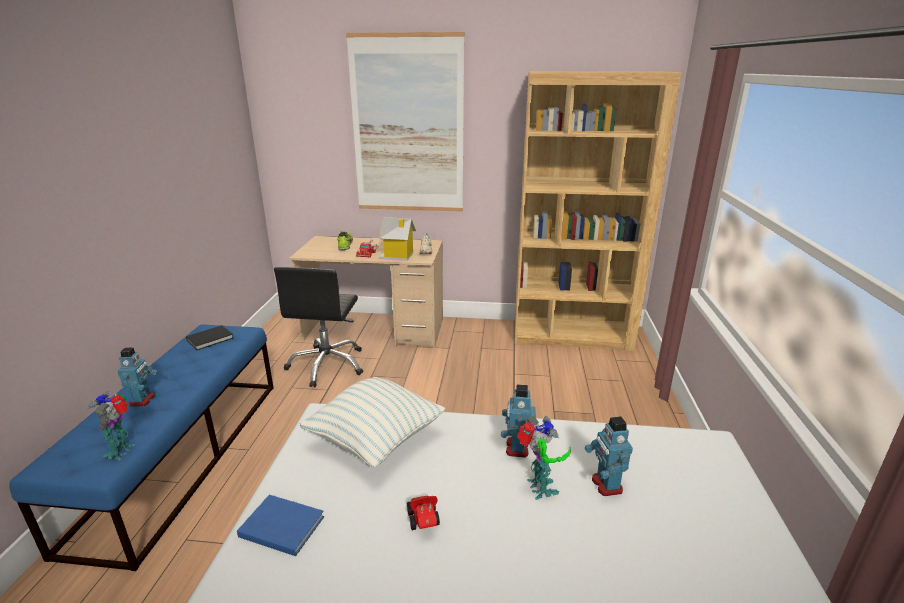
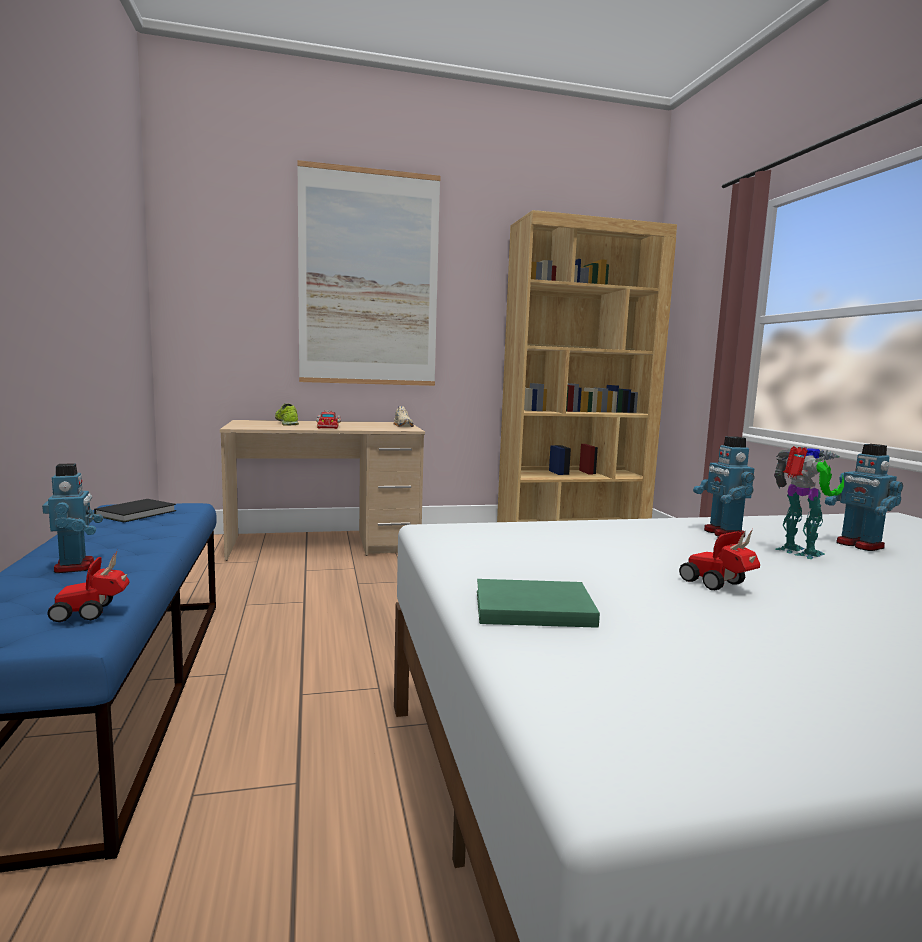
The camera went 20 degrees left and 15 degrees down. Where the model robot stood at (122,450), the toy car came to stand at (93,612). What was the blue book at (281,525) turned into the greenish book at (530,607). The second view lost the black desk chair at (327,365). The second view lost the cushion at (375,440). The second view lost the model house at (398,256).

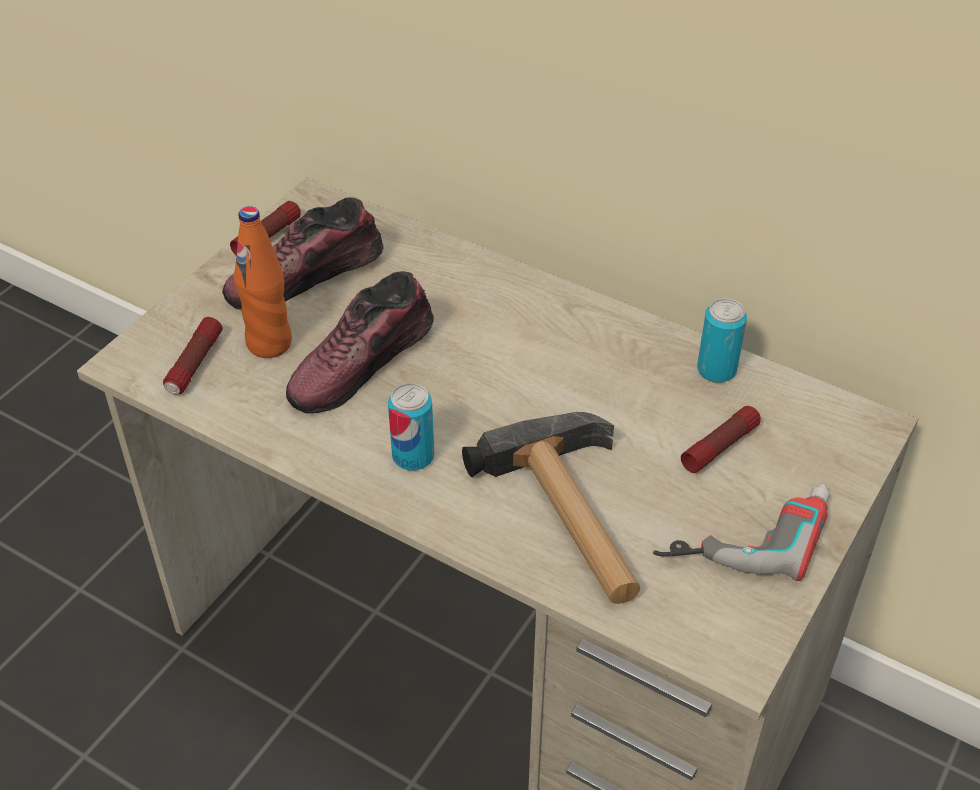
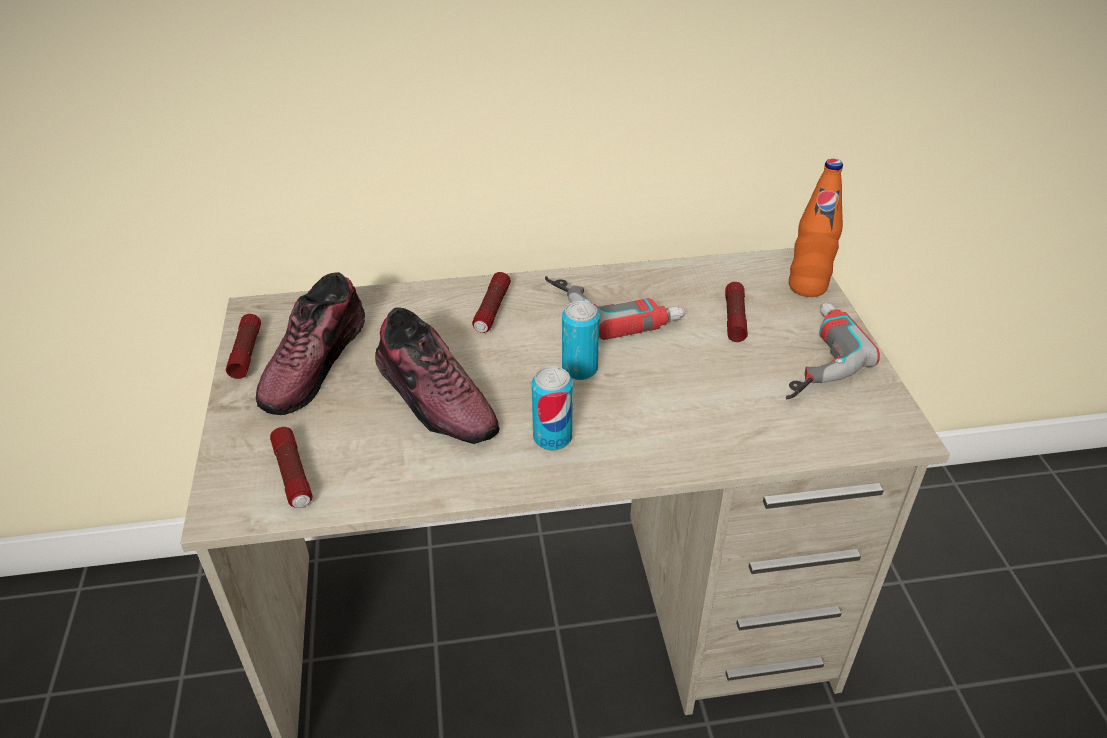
The camera went 40 degrees left and 5 degrees down. The low shoe at (362,363) ended up facing another way, 45 degrees counterclockwise from before. The second view gained the hand torch at (492,310). The second view gained the drill at (614,305). The sealed can ended up elsewhere, having gone from (716,370) to (579,369). The orangey bottle ended up elsewhere, having gone from (269,343) to (807,287). The second view lost the tool hammer at (575,518).

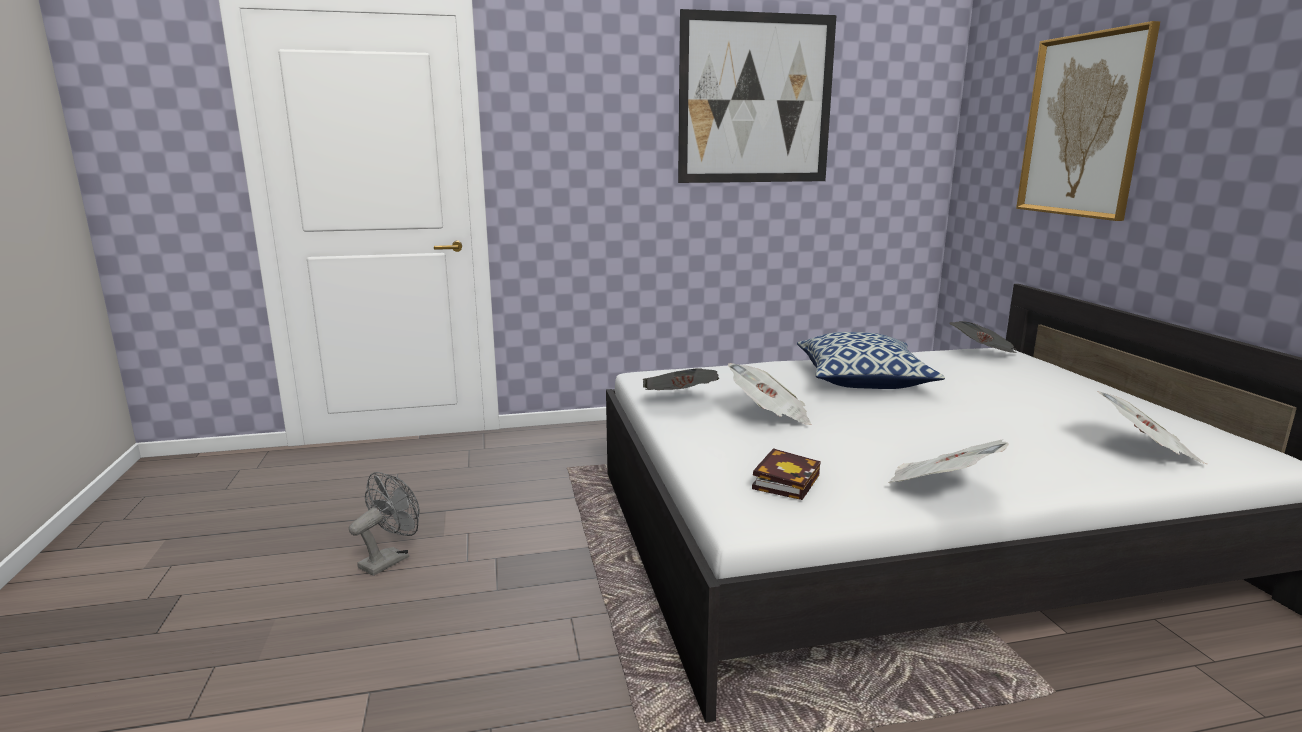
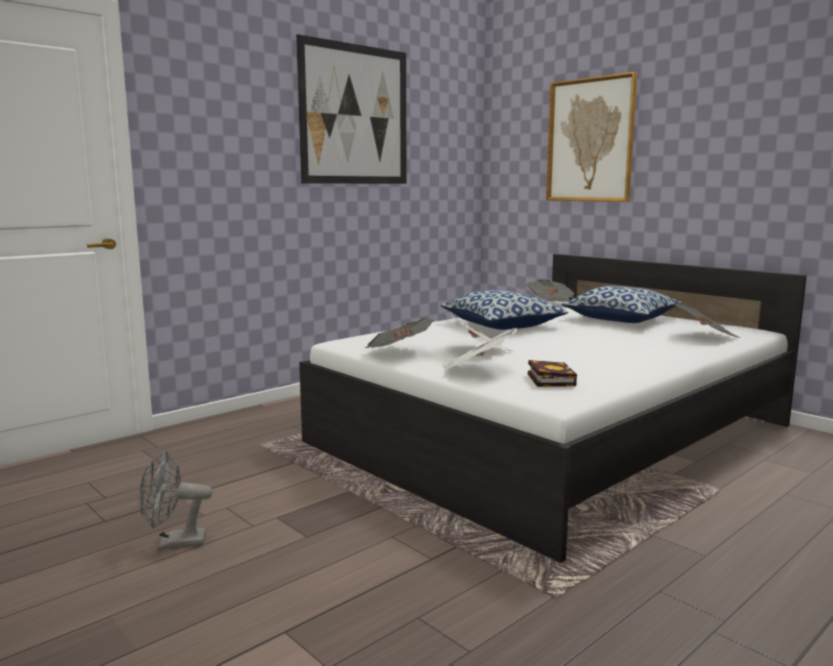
The camera went 30 degrees left and 5 degrees down. The greyish fan at (390,559) ended up facing another way, 105 degrees counterclockwise from before. The daily paper ended up elsewhere, having gone from (940,488) to (476,370). The second view gained the cushion at (621,319).

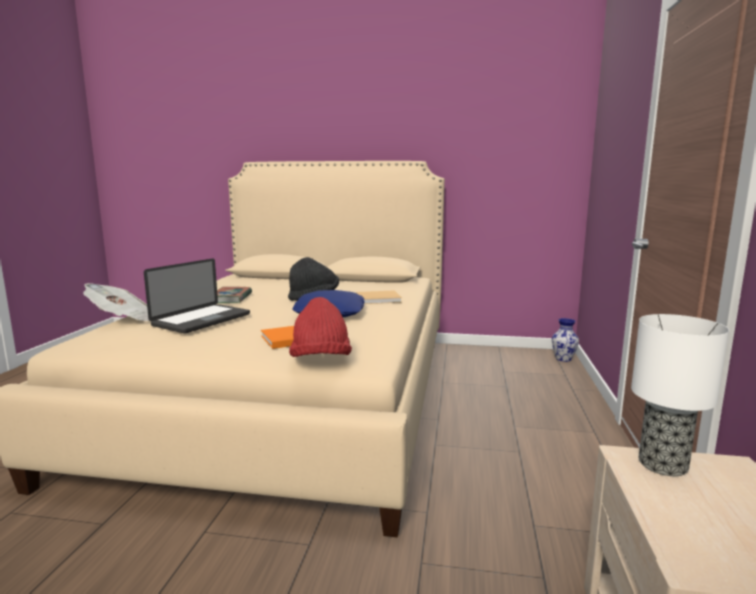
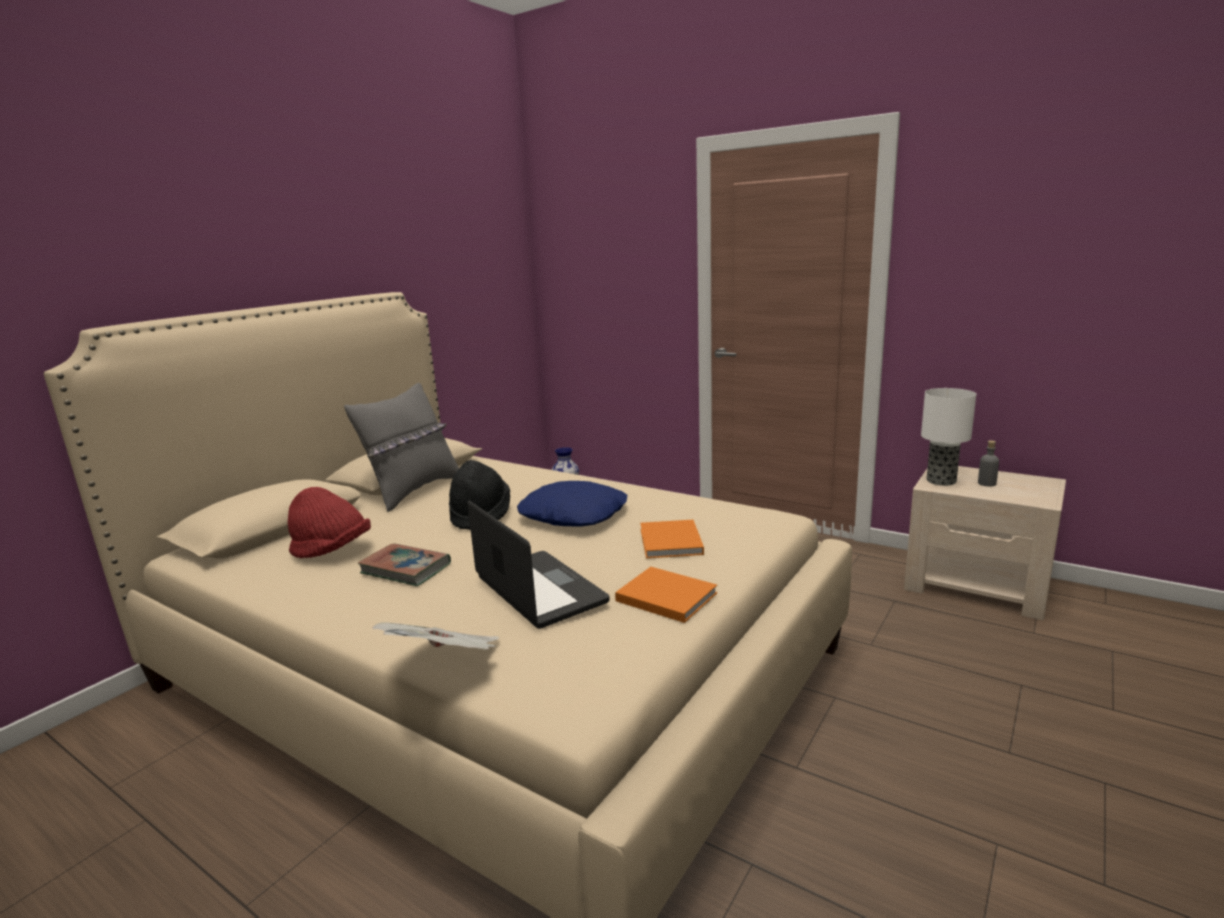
The camera went 65 degrees left and 5 degrees up. The red hat ended up elsewhere, having gone from (321,361) to (332,551). The second view gained the greyish cushion at (413,491). The second view gained the orangey book at (664,596). The second view gained the greyish bottle at (986,483). The second view lost the sand-coloured book at (380,299).

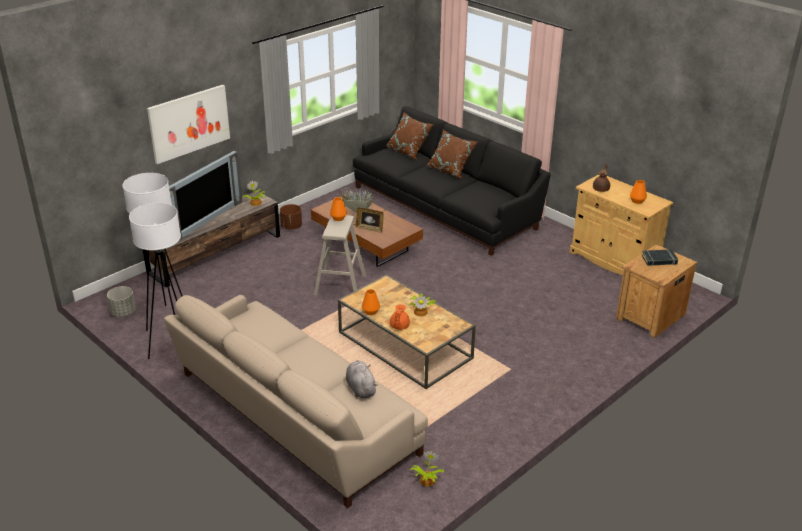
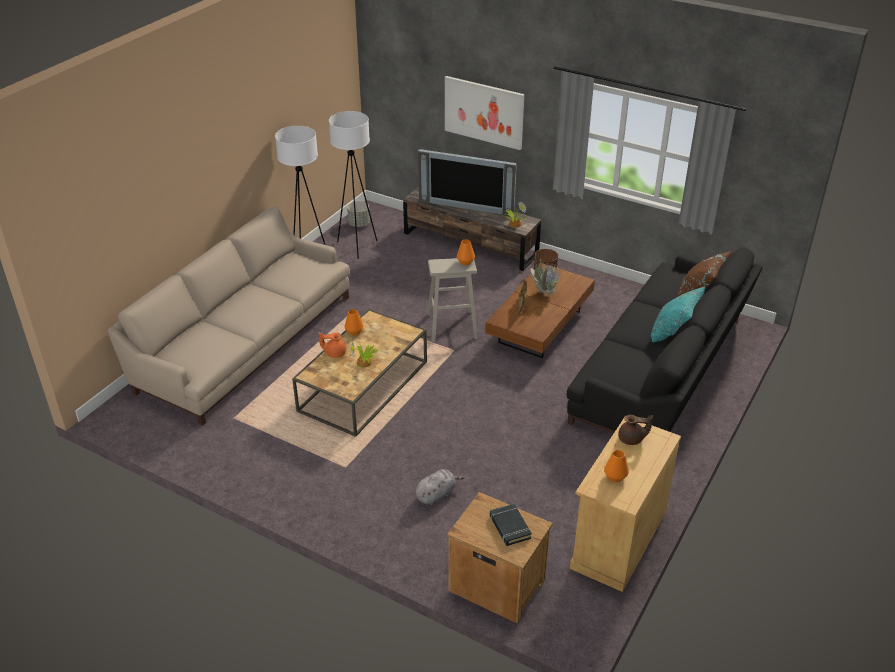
The camera went 75 degrees right and 5 degrees up. The greyish soft toy ended up elsewhere, having gone from (360,388) to (436,494). What was the brown cushion at (450,170) turned into the turquoise-coloured cushion at (674,332). The second view lost the plant in a pot at (426,480).

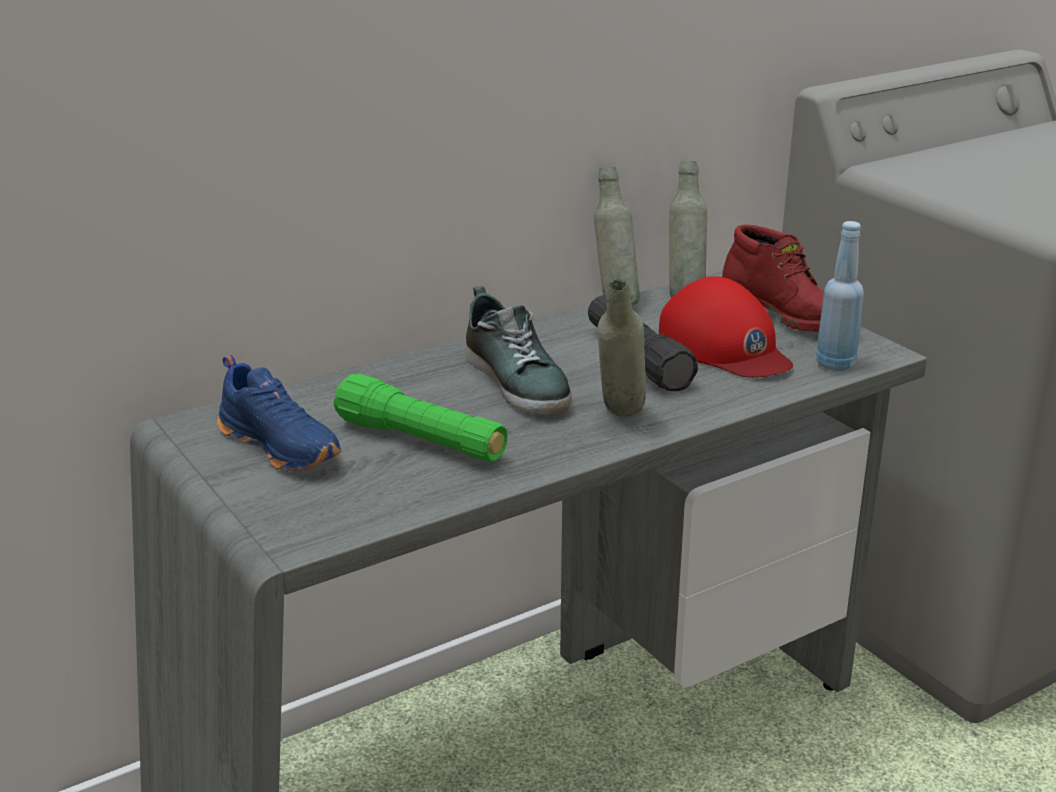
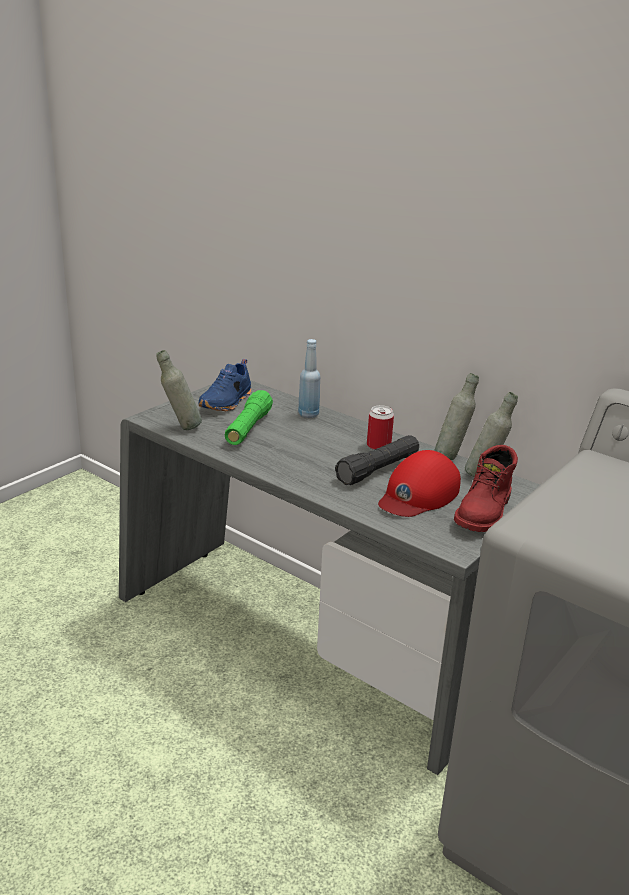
The camera went 70 degrees right and 0 degrees up. The greyish bottle ended up elsewhere, having gone from (620,419) to (180,428). The blue bottle ended up elsewhere, having gone from (835,364) to (308,414). The second view gained the sealed can at (378,446). The second view lost the low shoe at (518,381).

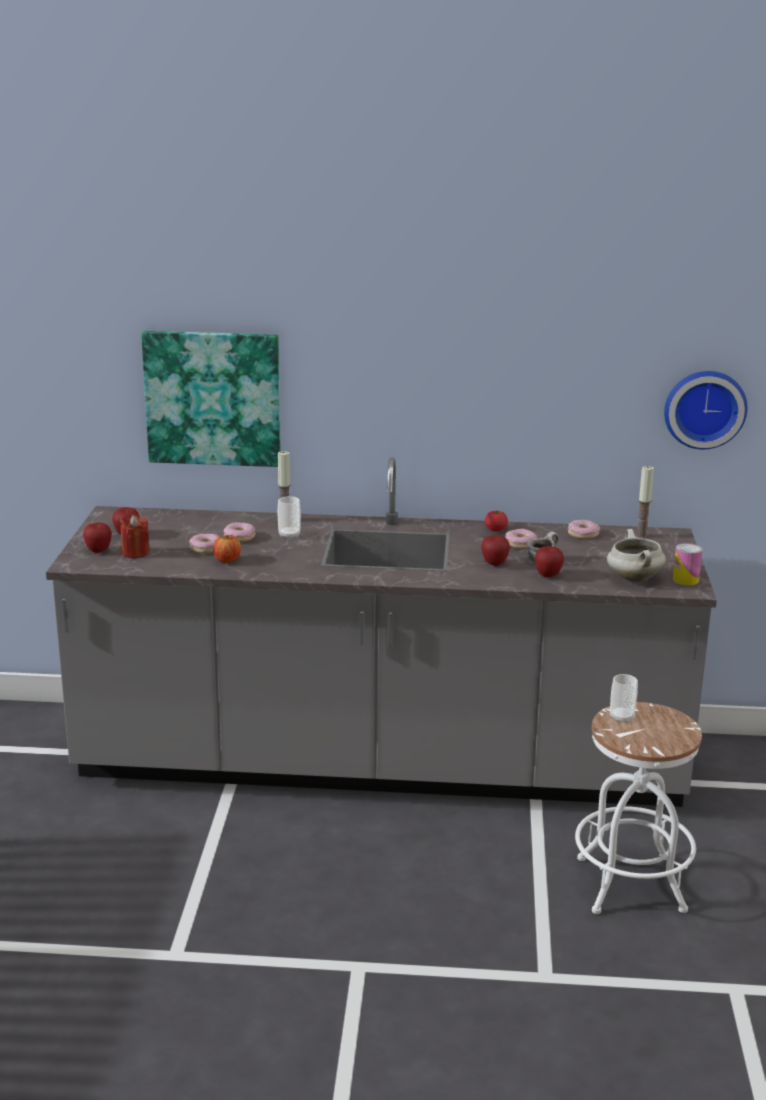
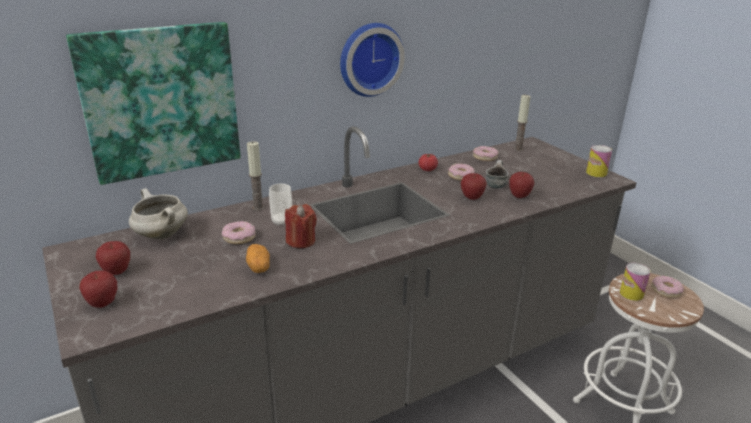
The camera went 35 degrees left and 5 degrees up. The whitish stockpot ended up elsewhere, having gone from (633,578) to (160,235). Where the apple fruit stood at (227,560), the potato came to stand at (258,267). The red candle ended up elsewhere, having gone from (135,553) to (301,241). The hanging clock ended up elsewhere, having gone from (704,408) to (369,59). Where the cup stood at (621,718), the sealed can came to stand at (631,293). The ring doughnut ended up elsewhere, having gone from (205,548) to (665,290).

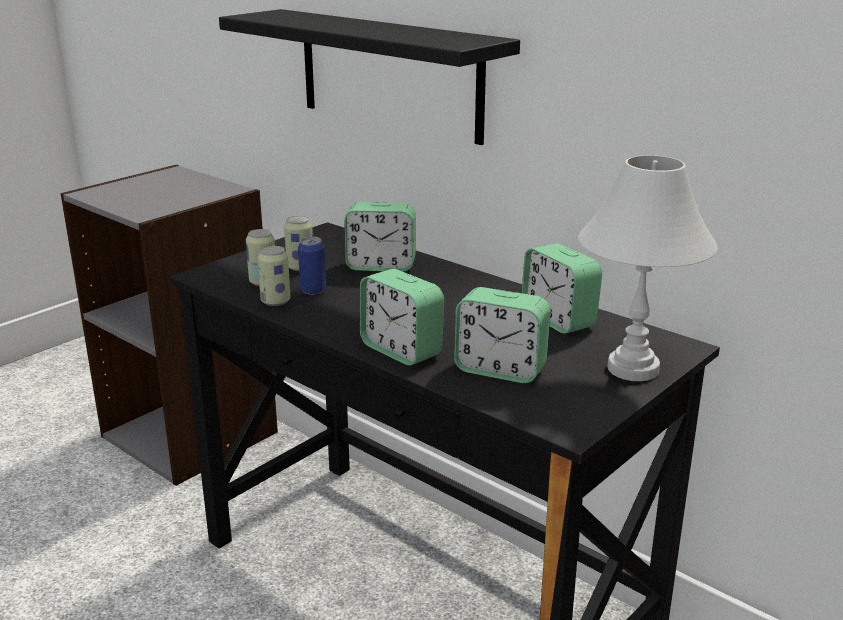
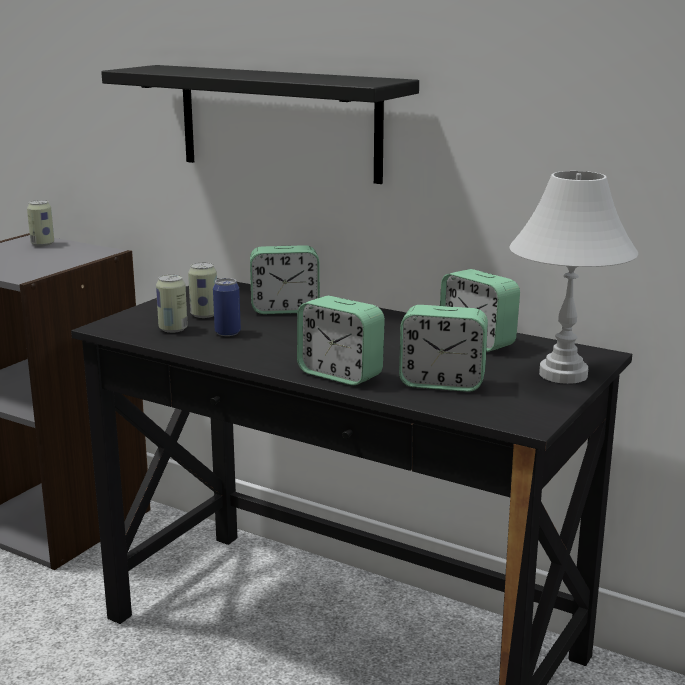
The camera went 10 degrees left and 5 degrees down. The sealed can ended up elsewhere, having gone from (275,301) to (42,244).

